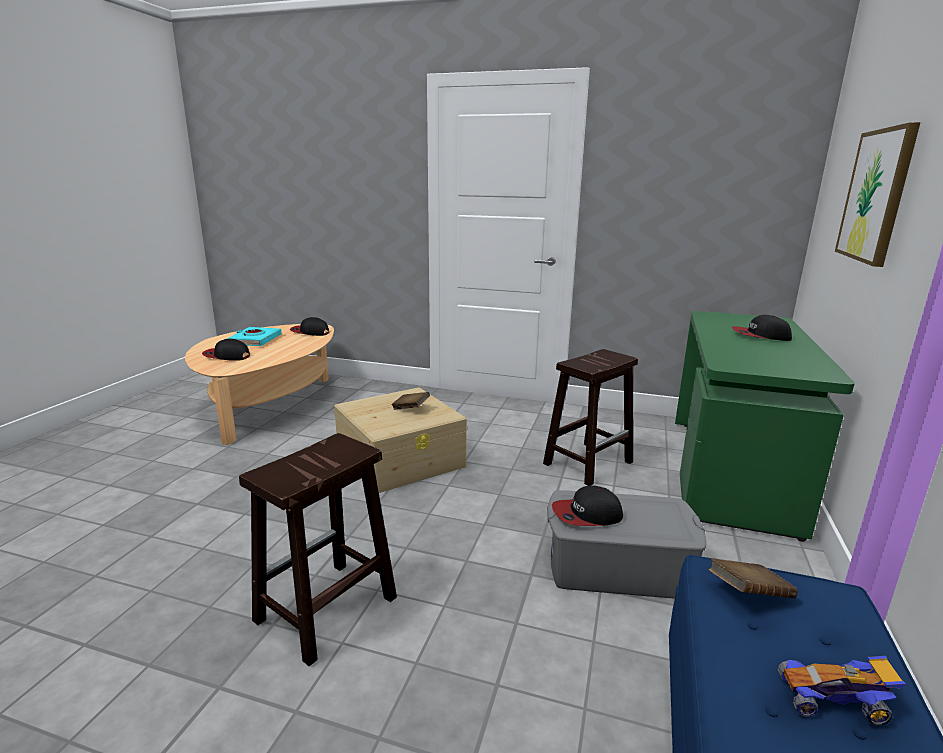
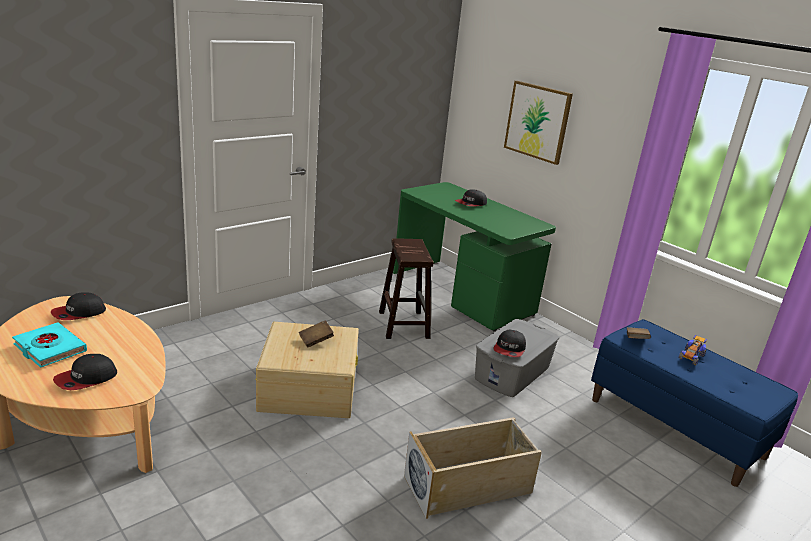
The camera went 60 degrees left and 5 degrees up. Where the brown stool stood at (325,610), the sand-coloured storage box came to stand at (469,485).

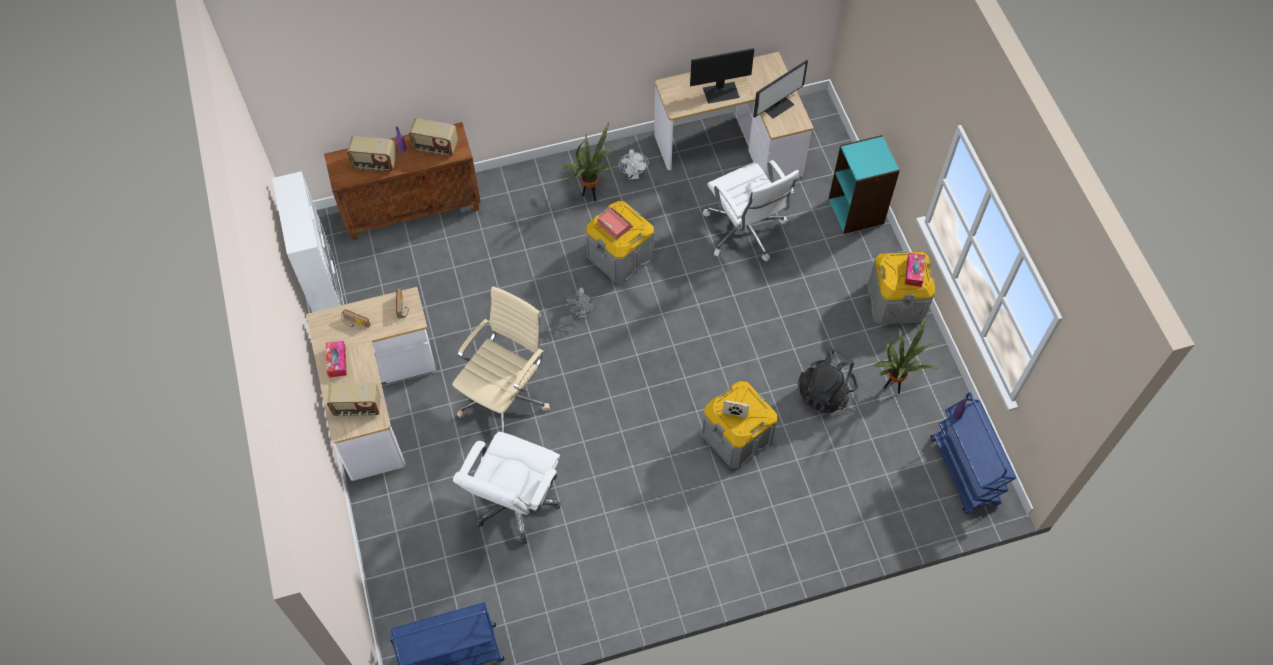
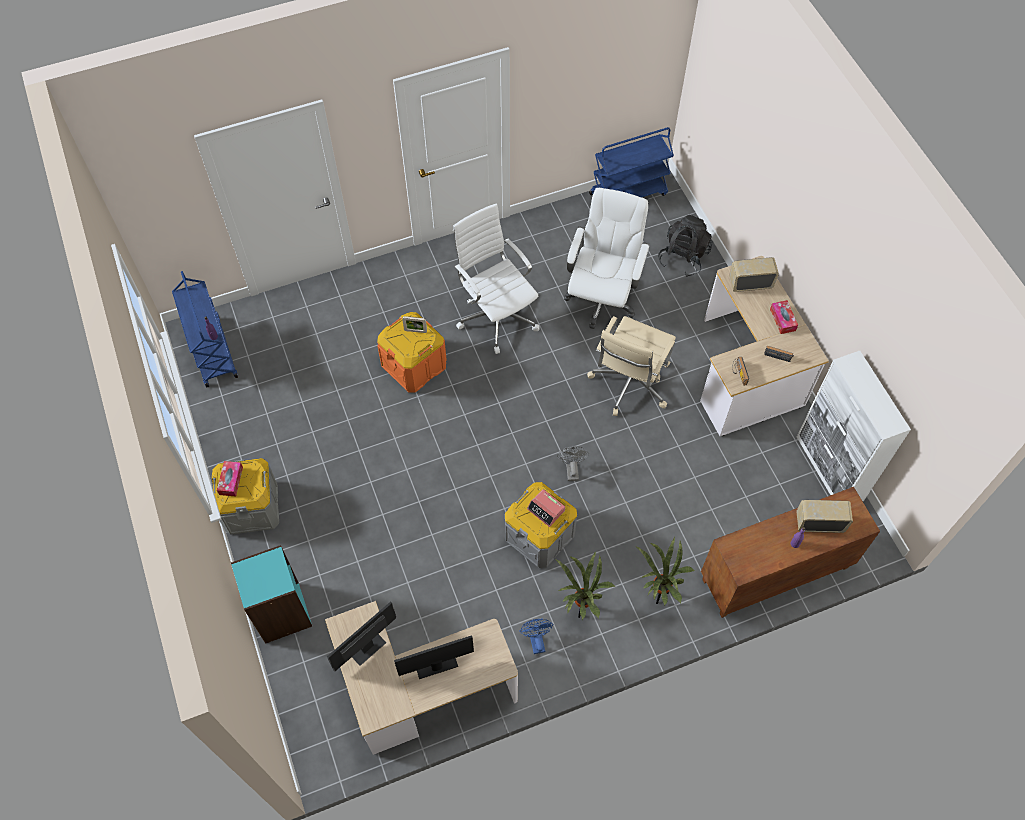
The camera went 175 degrees right and 0 degrees up. What was the greyish storage box at (736,436) turned into the orangey storage box at (414,365). The whitish desk chair ended up elsewhere, having gone from (745,231) to (496,315). What was the whitish fan at (633,174) turned into the blue fan at (536,640). The plant in a pot ended up elsewhere, having gone from (893,386) to (658,595). The black backpack ended up elsewhere, having gone from (825,392) to (683,257). The second view lost the radio set at (435,147).

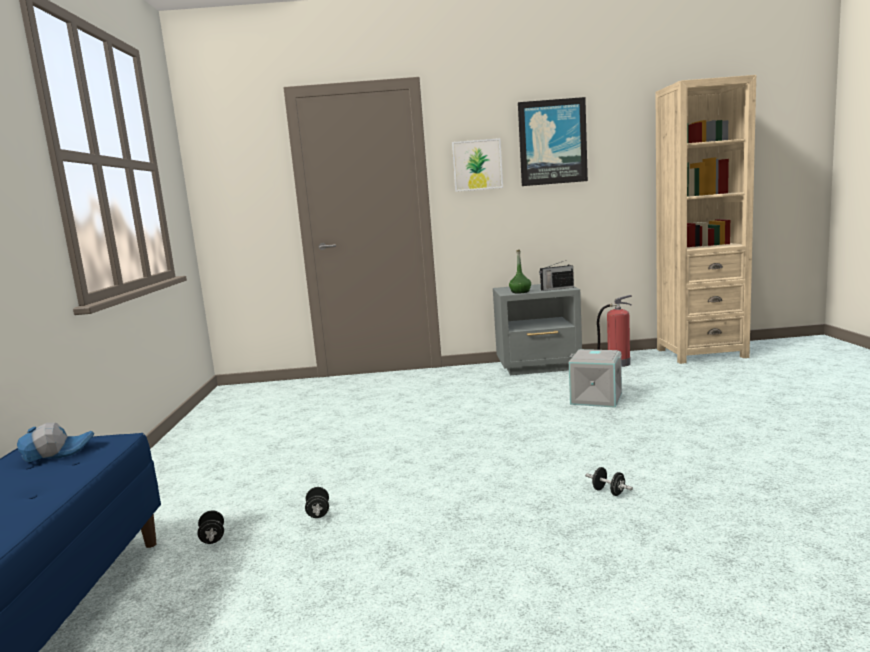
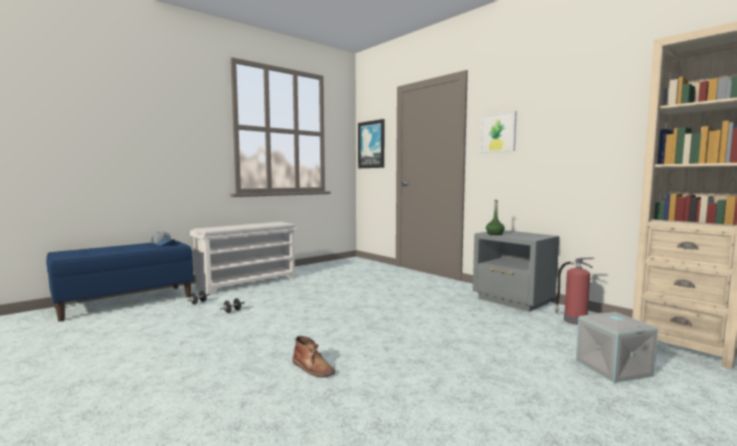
The camera went 50 degrees right and 5 degrees down. The second view gained the whitish shoe shelf at (248,282). Where the black dumbbell stood at (608,492), the brown boot came to stand at (312,368). The wall art ended up elsewhere, having gone from (552,142) to (371,144). The greyish storage box ended up elsewhere, having gone from (595,399) to (611,368). The second view lost the radio set at (556,288).

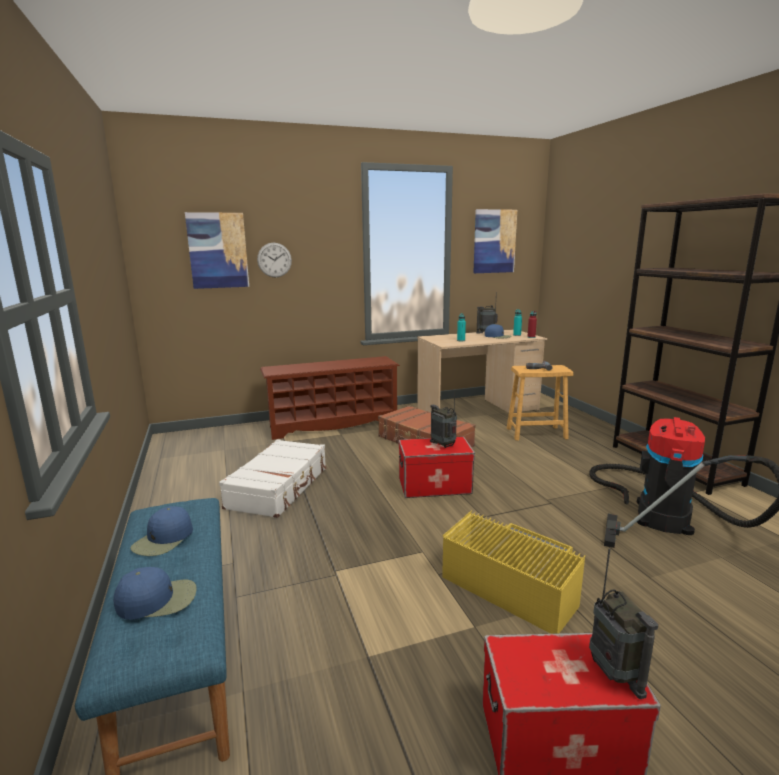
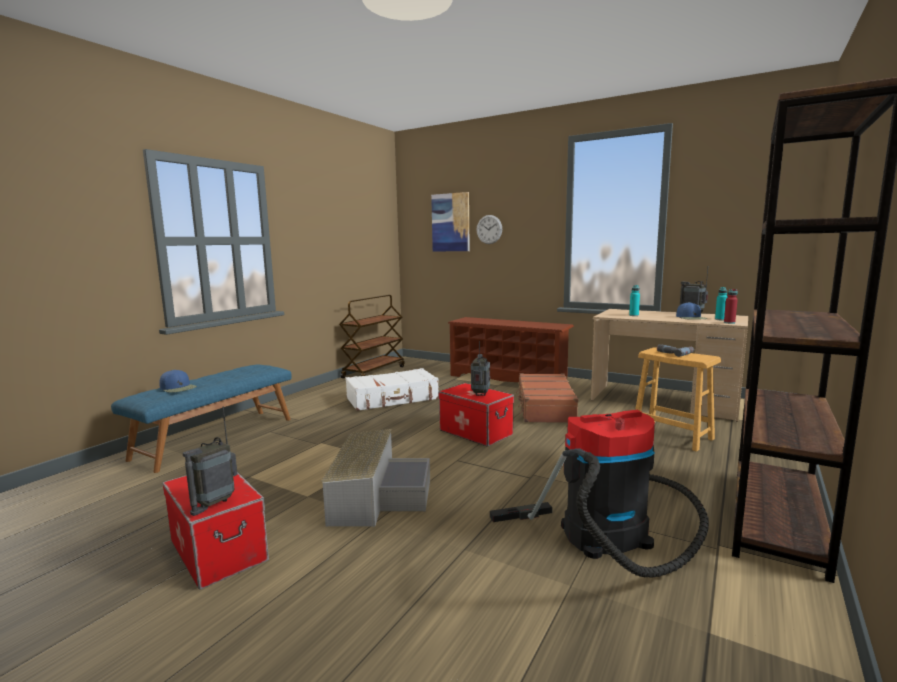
The camera went 50 degrees right and 5 degrees down. What was the yellow-coloured storage box at (513,582) turned into the greyish storage box at (377,494). The second view gained the brown cart at (374,372). The second view lost the blue cap at (163,539). The second view lost the wall art at (494,241).

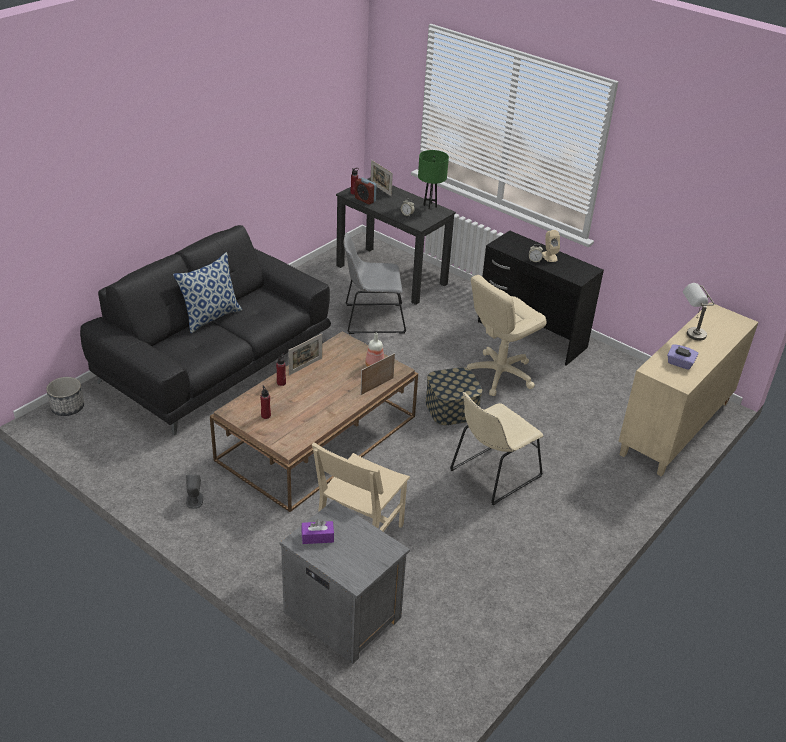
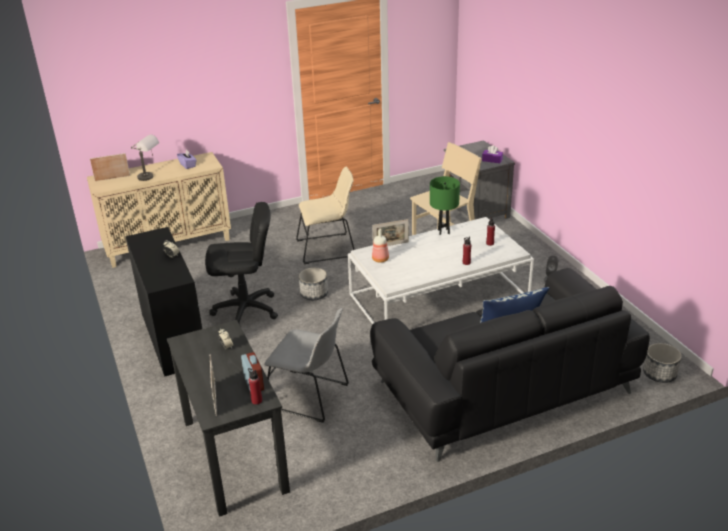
The camera went 150 degrees left and 5 degrees down. The photo frame ended up elsewhere, having gone from (305,366) to (112,178). What was the sand-coloured desk chair at (499,374) turned into the black desk chair at (246,310). Where the storage box stood at (451,408), the flower pot came to stand at (314,294). What was the brown low table at (318,438) turned into the whitish low table at (438,298). The greenish tabletop lamp ended up elsewhere, having gone from (430,206) to (443,232). The second view lost the sand-coloured speaker at (549,256).

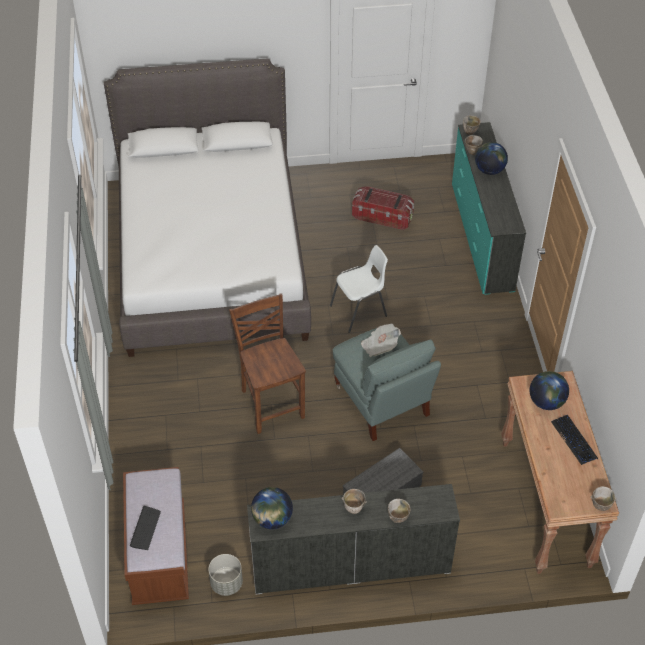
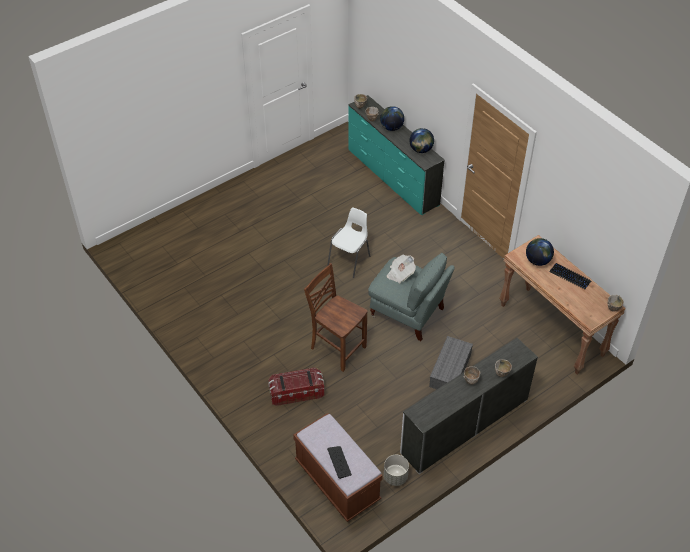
The camera went 30 degrees left and 0 degrees up. The storage box ended up elsewhere, having gone from (382,216) to (296,393). The world globe ended up elsewhere, having gone from (272,519) to (421,150). The second view lost the whitish bedroom bed at (211,257).

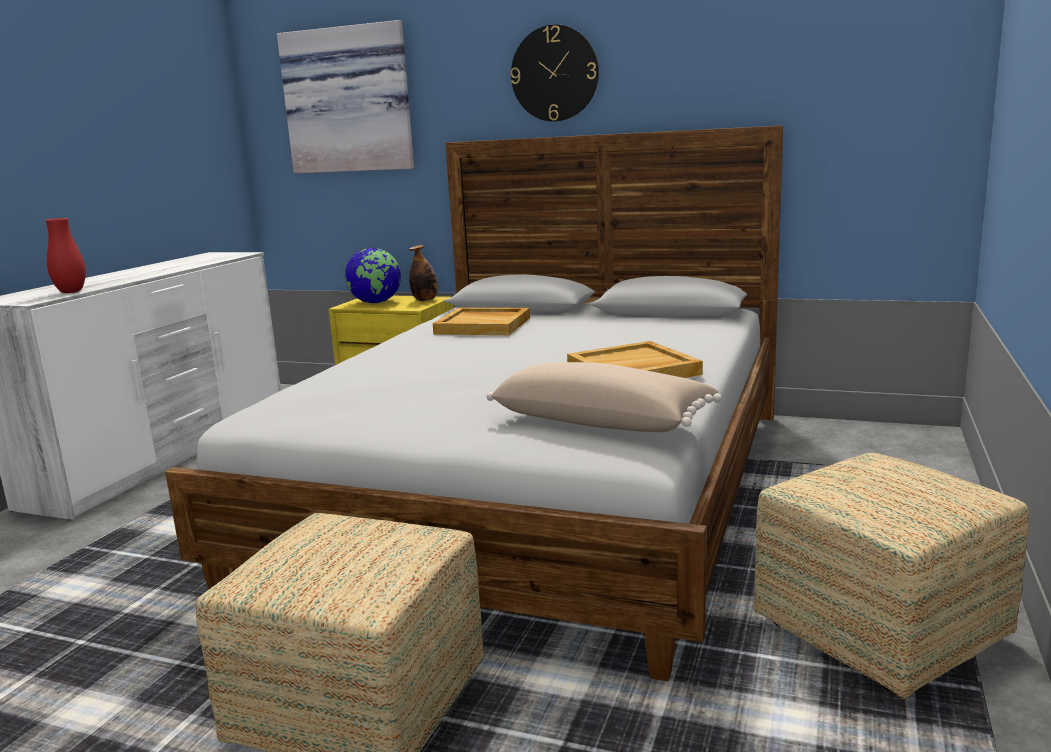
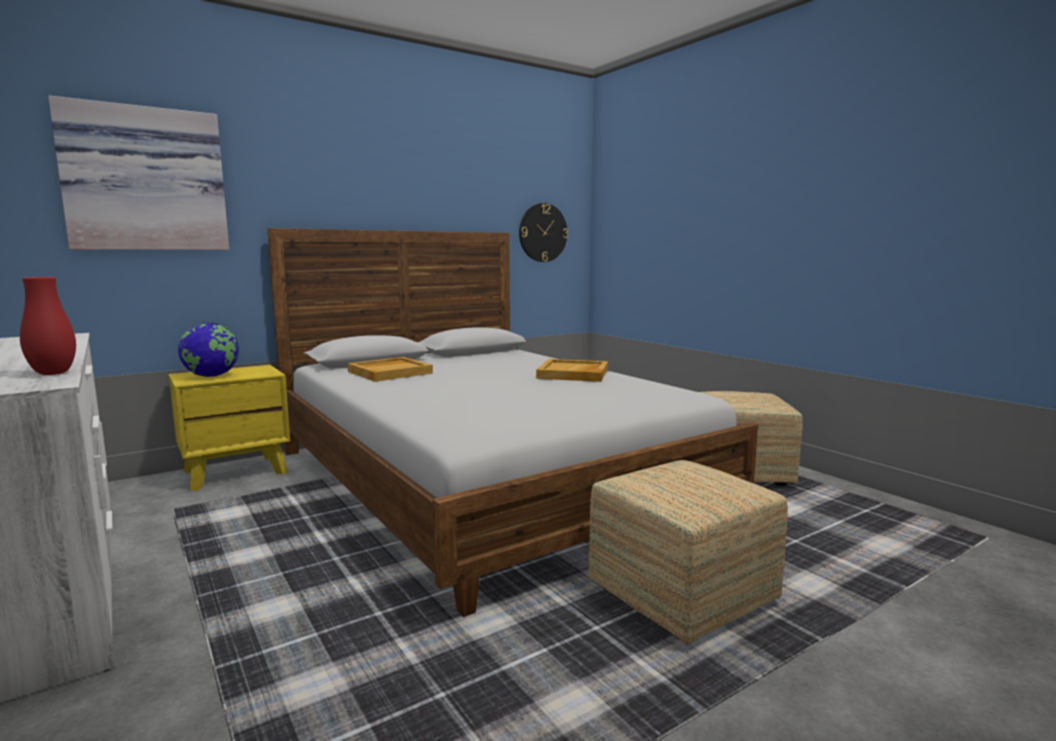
The camera went 55 degrees left and 5 degrees down. The hanging clock ended up elsewhere, having gone from (554,73) to (543,232). The second view lost the bottle at (425,300). The second view lost the sand-coloured cushion at (603,421).

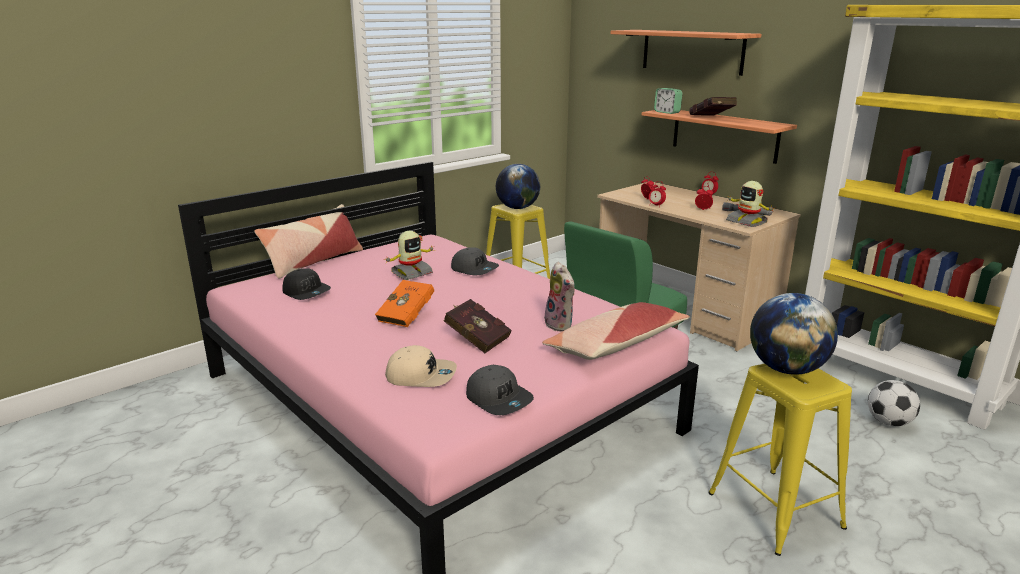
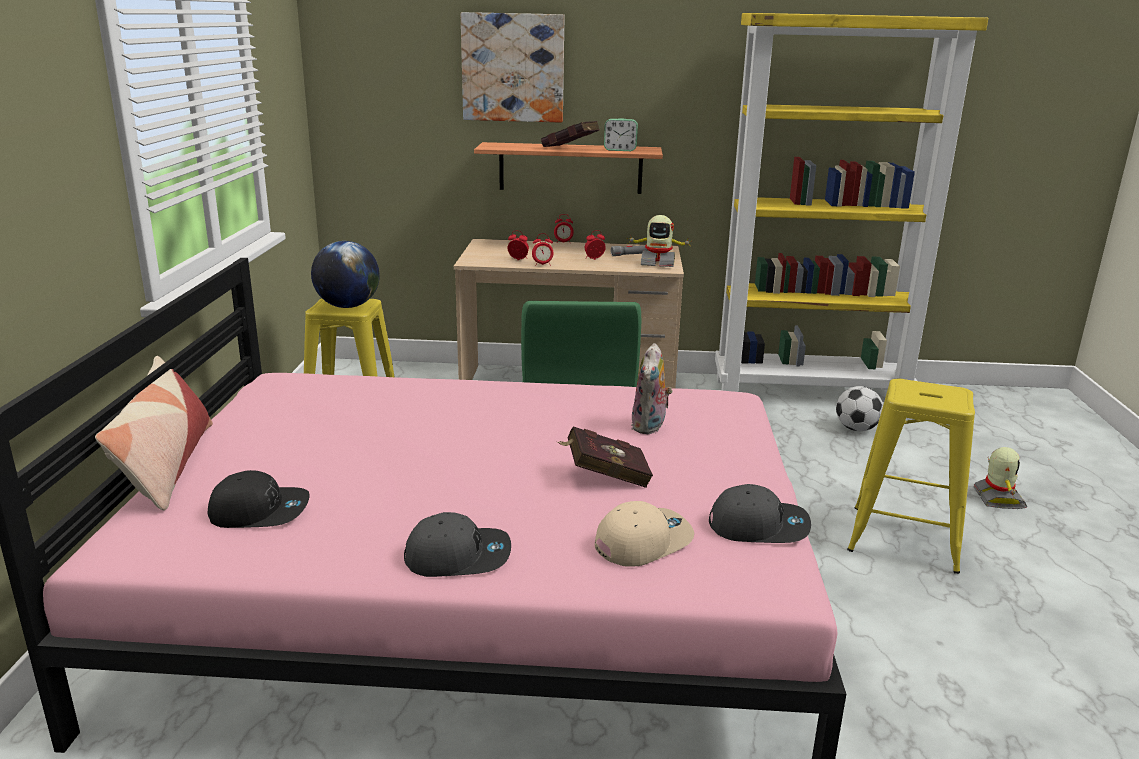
The camera went 45 degrees left and 0 degrees up. The greyish cap ended up elsewhere, having gone from (474,269) to (458,556). Where the bracket shelf hung at (692,51), the wall art came to hang at (513,68). The bedside clock ended up elsewhere, having gone from (667,112) to (620,150). The soft toy at (561,325) ended up facing another way, 90 degrees clockwise from before. The model robot ended up elsewhere, having gone from (411,273) to (997,499). The second view lost the orangey book at (408,316). The second view lost the cushion at (616,345). The second view lost the world globe at (786,369).

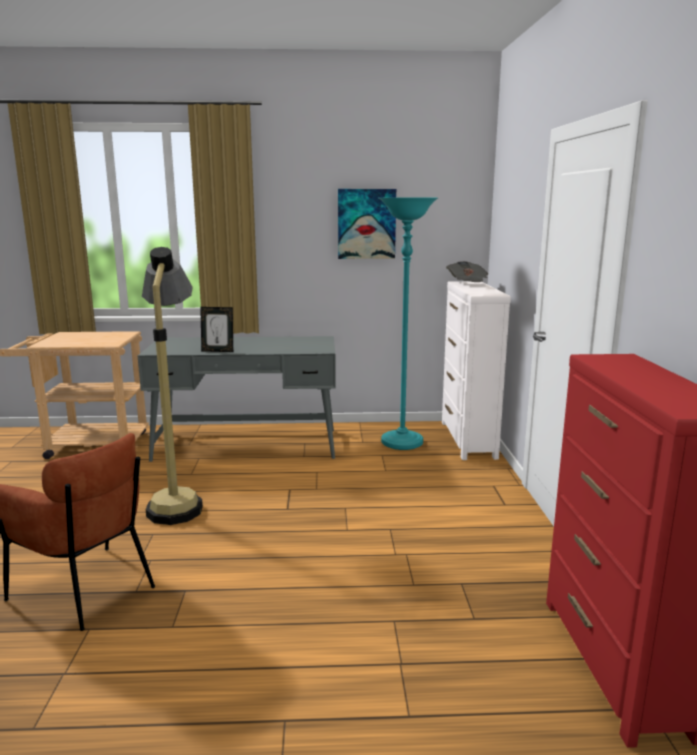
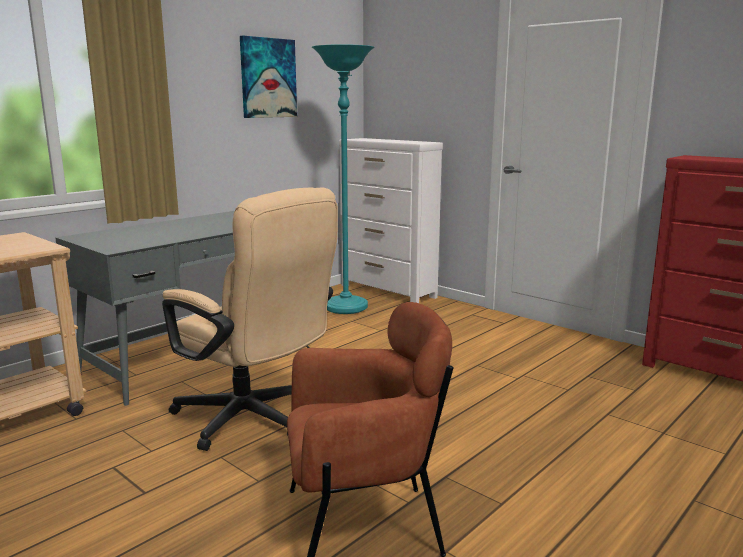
The camera went 45 degrees left and 0 degrees up. Where the standard lamp stood at (178,499), the sand-coloured desk chair came to stand at (254,420). The second view lost the photo frame at (218,351). The second view lost the daily paper at (467,284).

